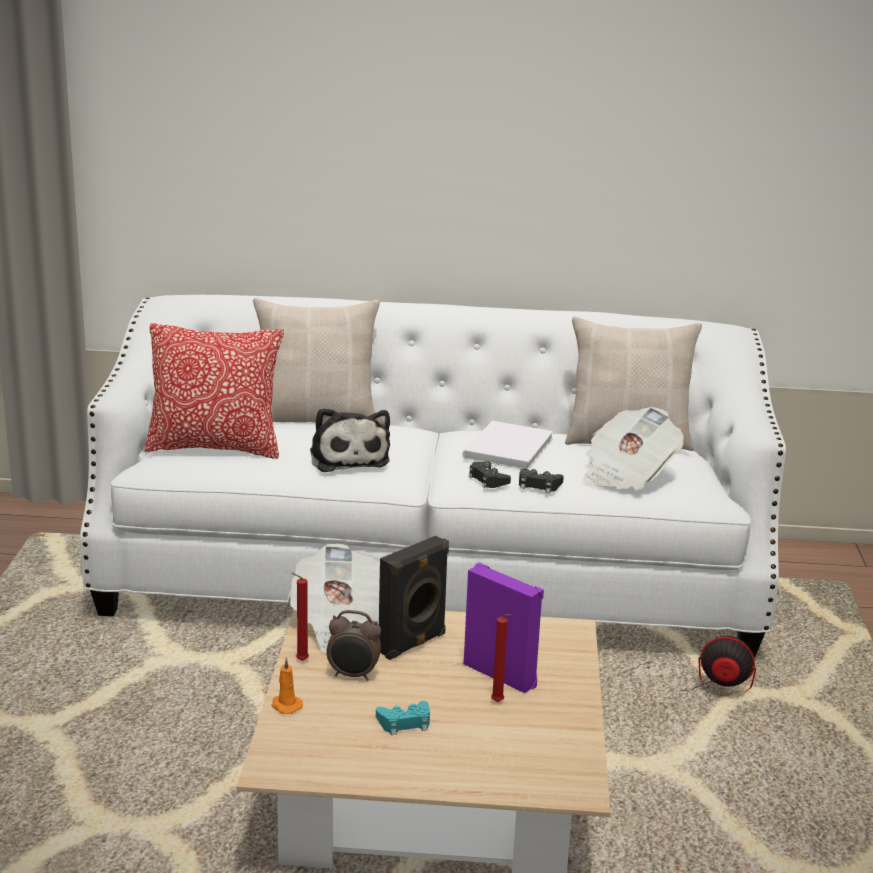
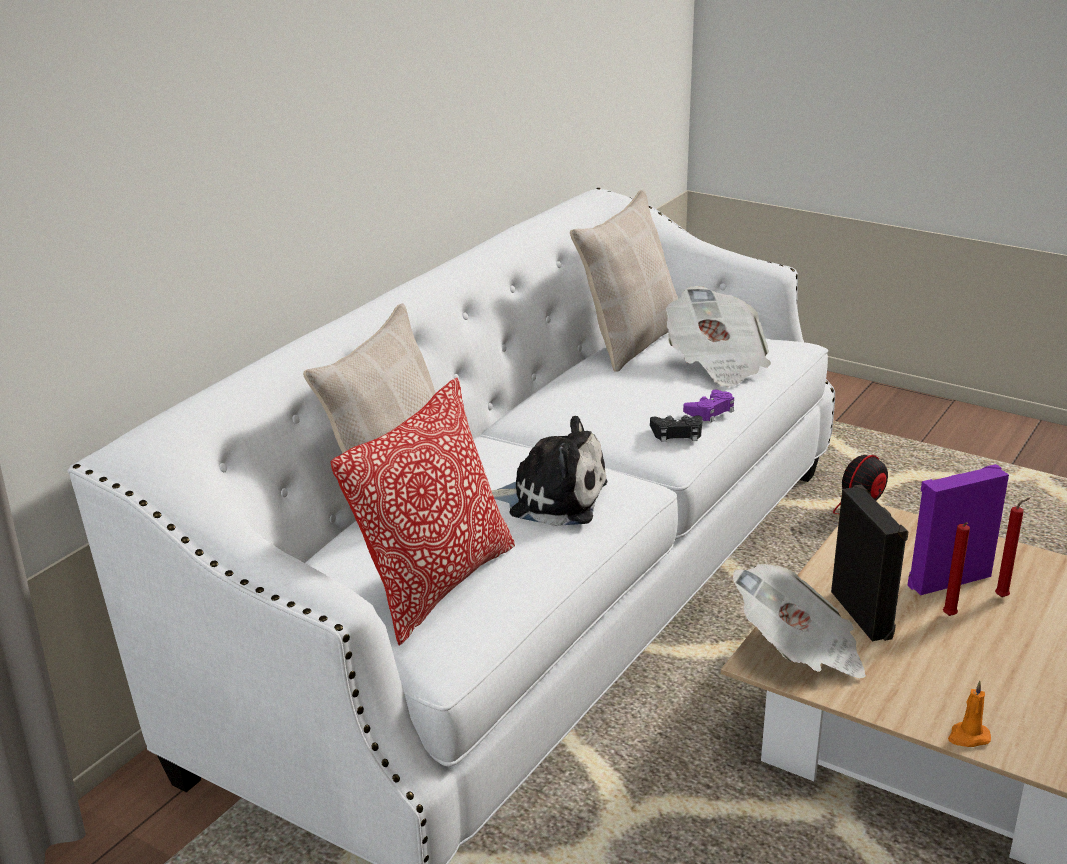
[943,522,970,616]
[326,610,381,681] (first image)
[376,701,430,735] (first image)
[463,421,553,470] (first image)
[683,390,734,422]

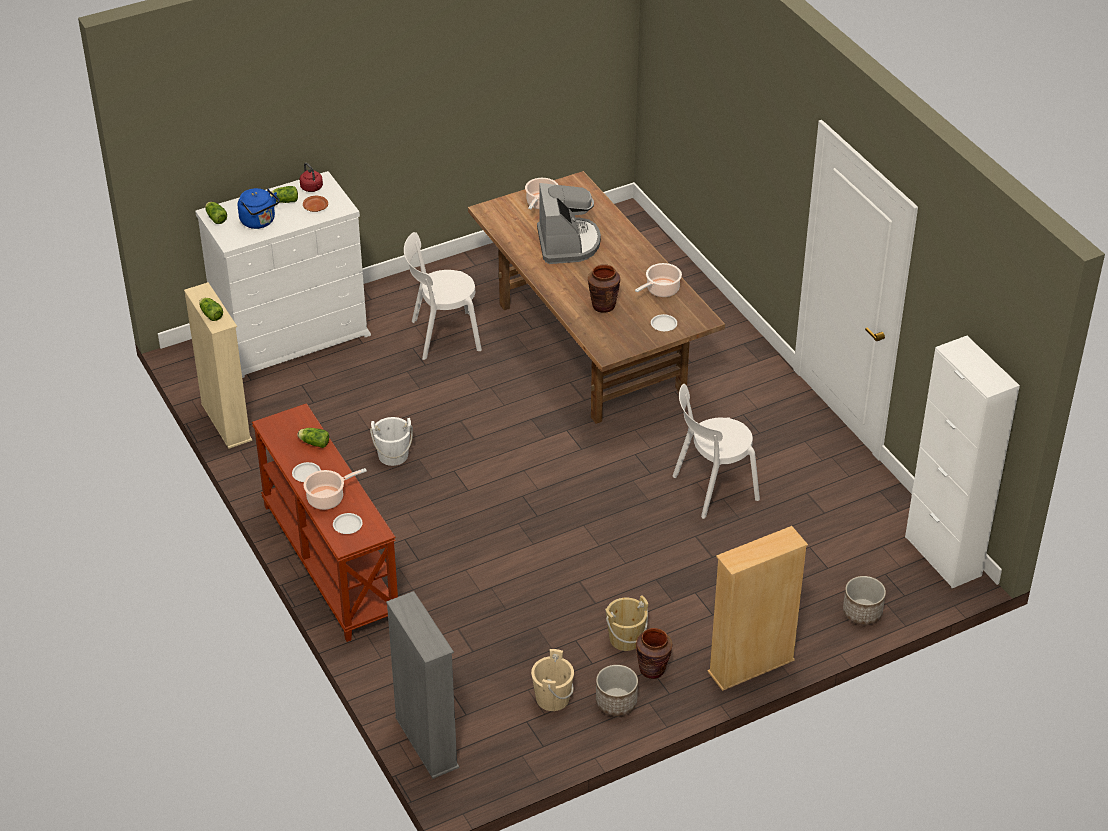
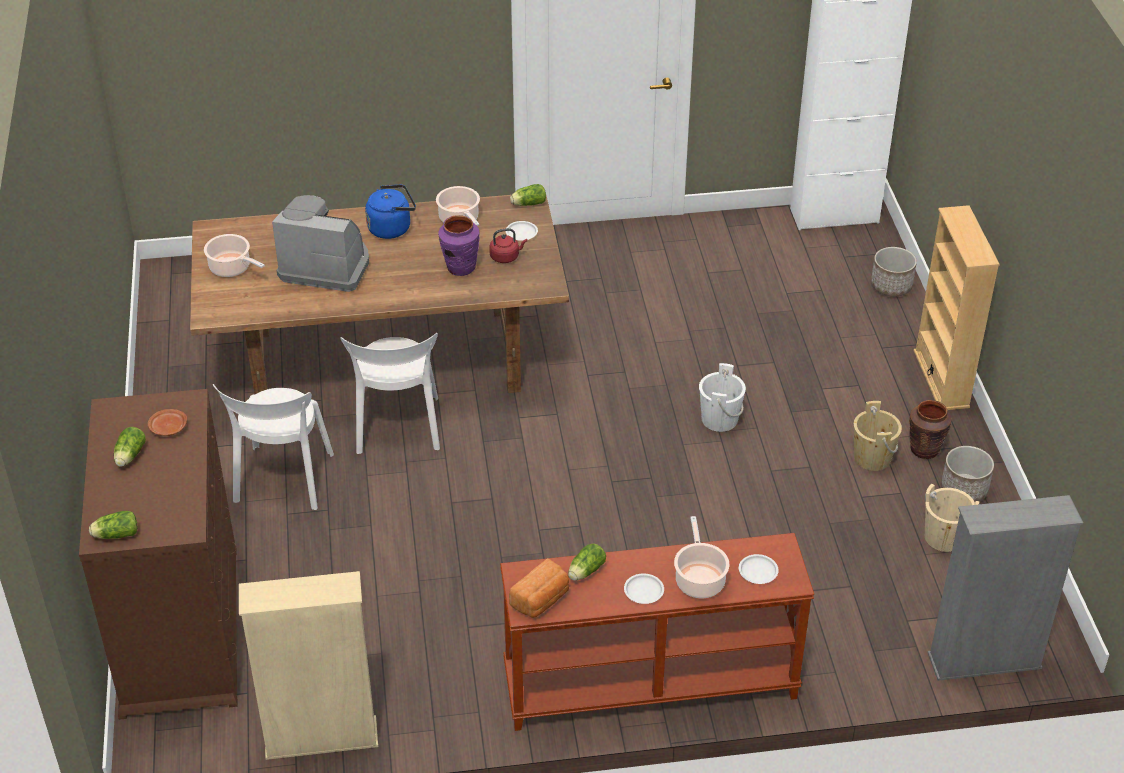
[79,389,237,720]
[510,184,546,206]
[365,185,416,239]
[489,228,527,263]
[699,363,746,432]
[438,215,480,276]
[340,333,440,454]
[509,558,569,618]

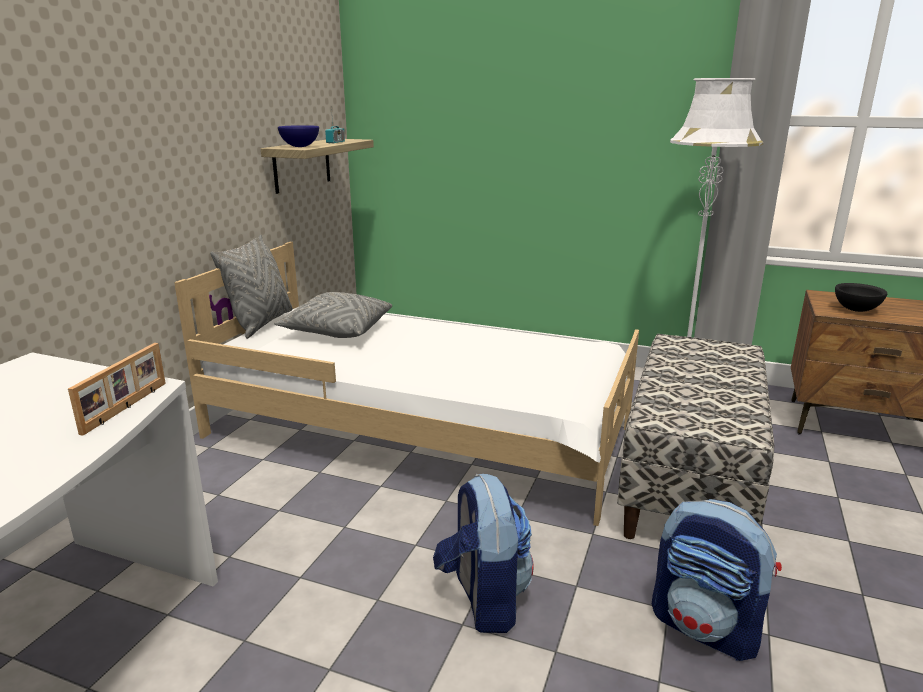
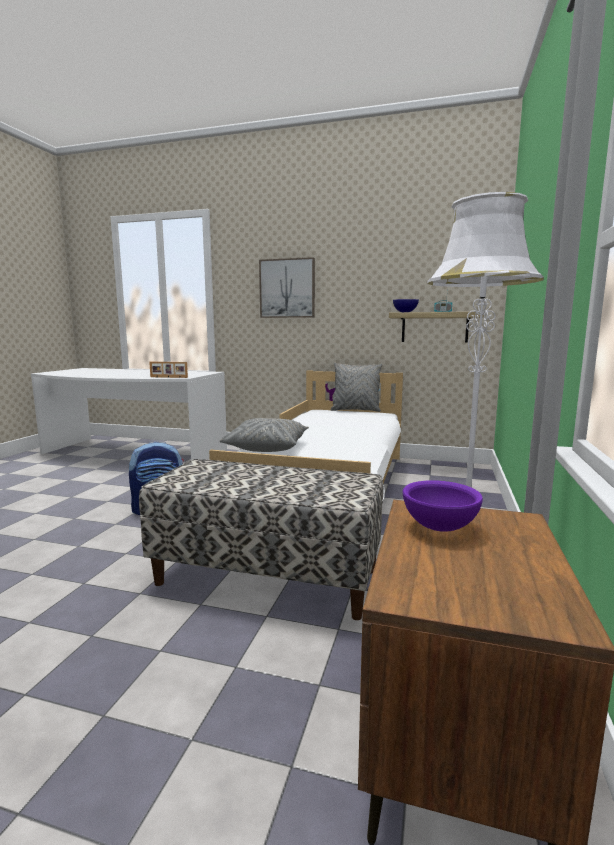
[220,418,309,452]
[652,499,782,661] (first image)
[403,480,483,532]
[259,257,315,318]

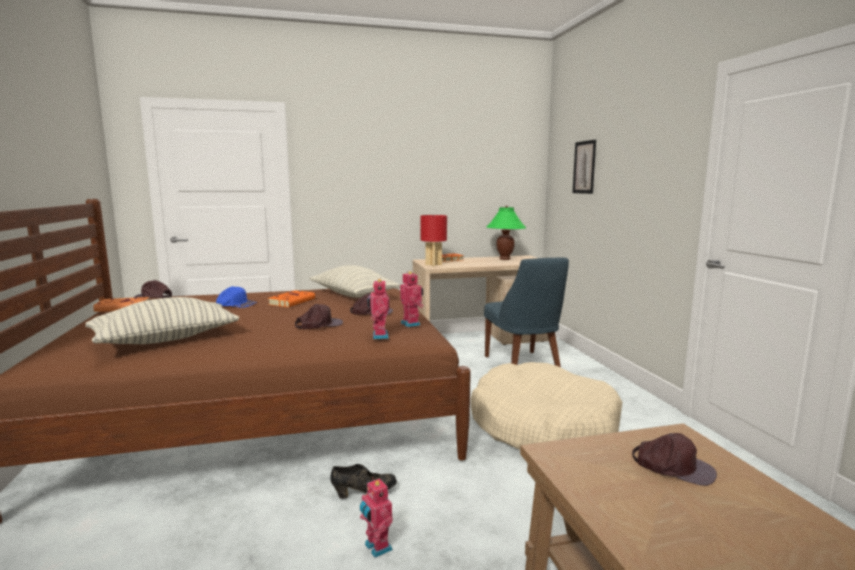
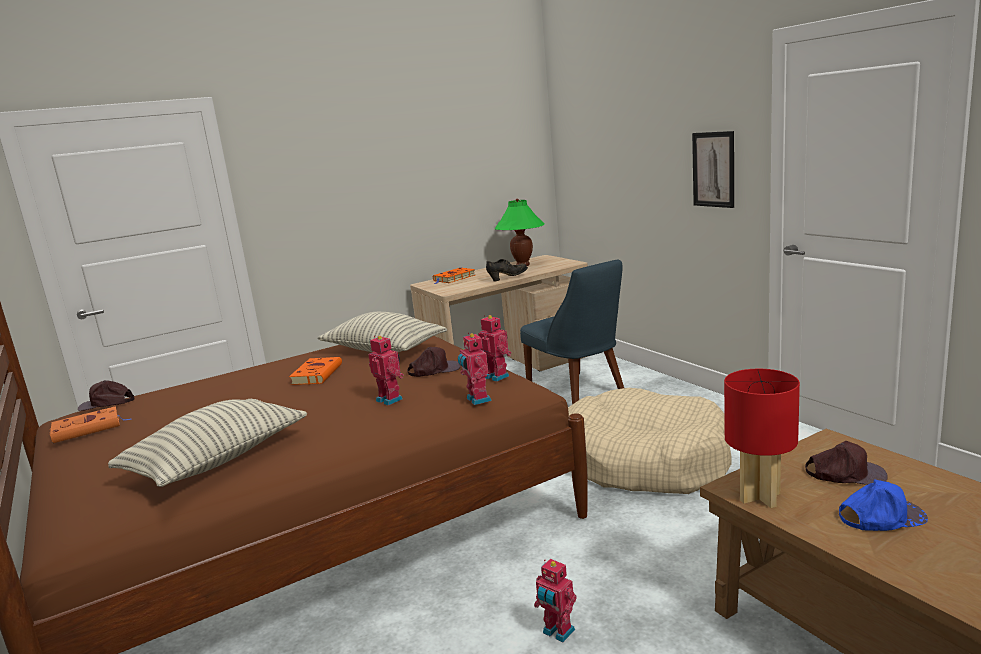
[839,479,928,531]
[368,336,404,406]
[486,259,528,282]
[724,369,800,508]
[692,131,734,208]

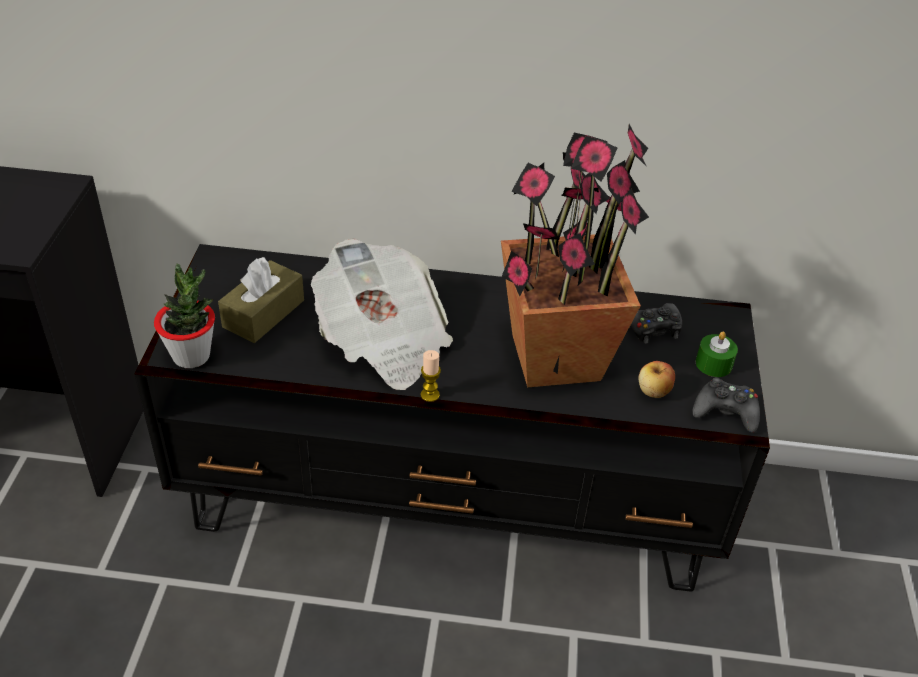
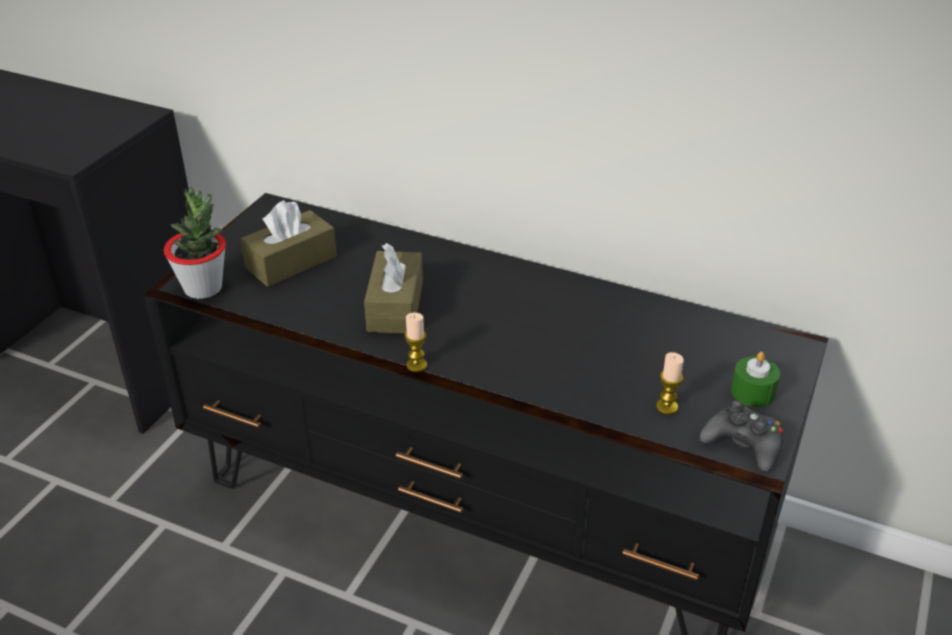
[364,243,423,334]
[501,124,649,387] (first image)
[630,303,682,344] (first image)
[656,352,684,415]

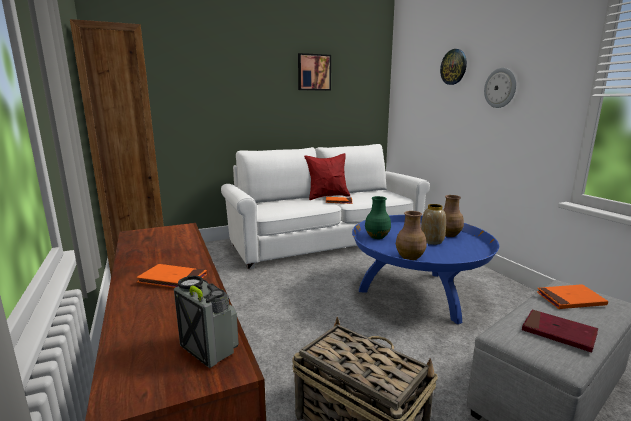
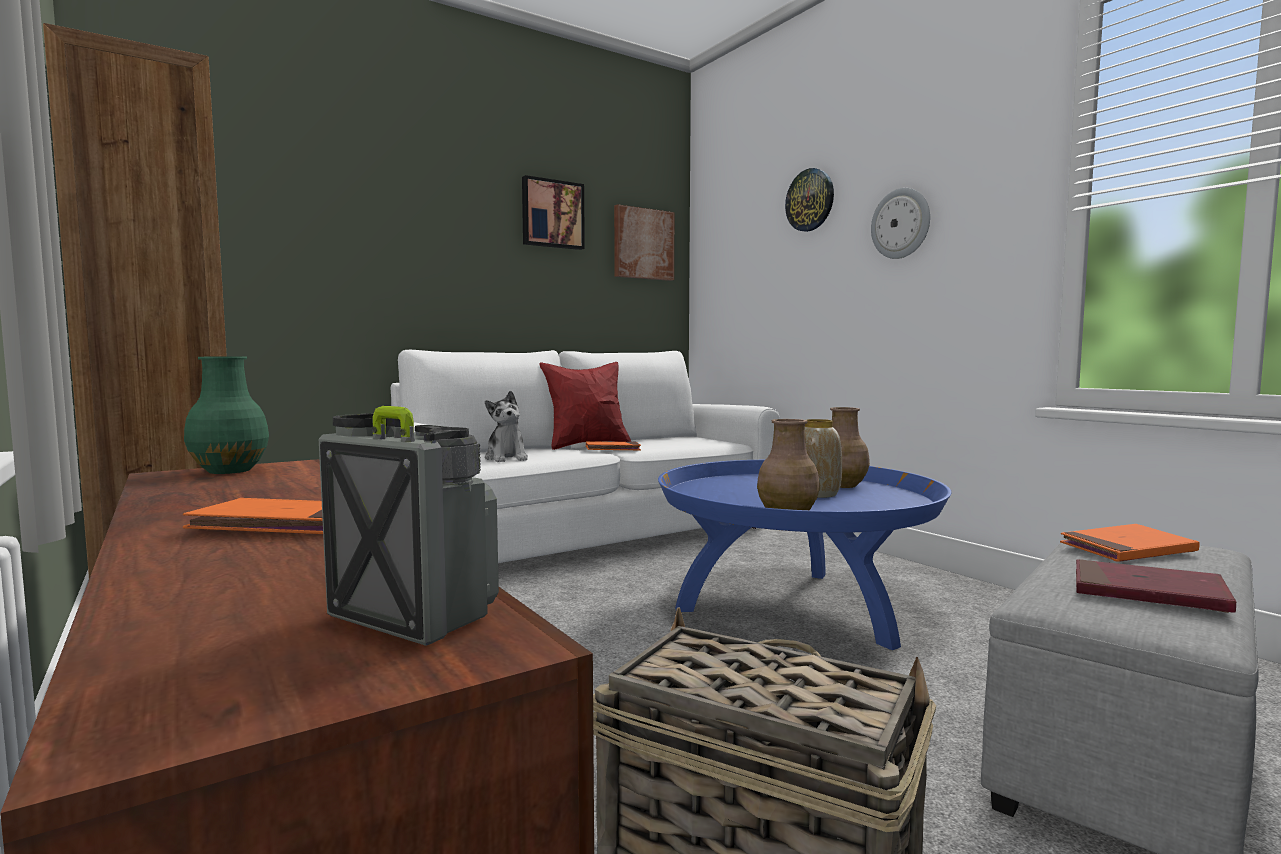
[184,357,269,474]
[485,391,528,462]
[614,204,674,281]

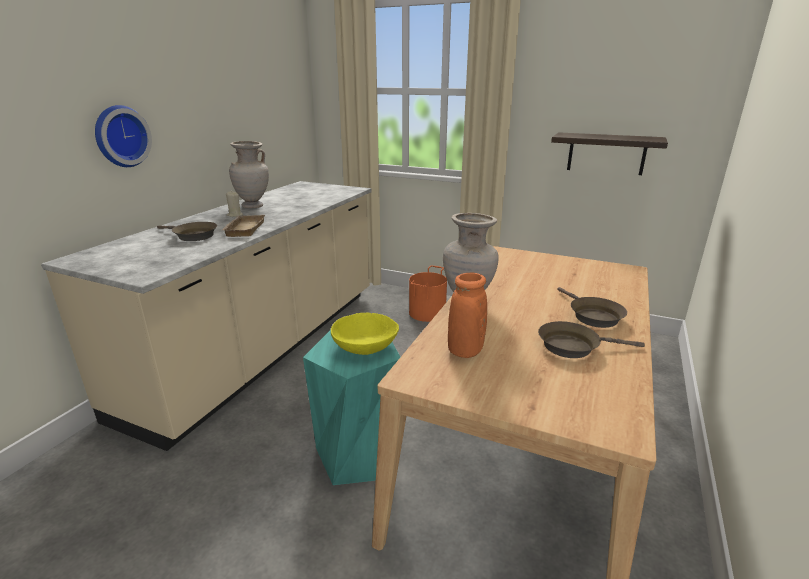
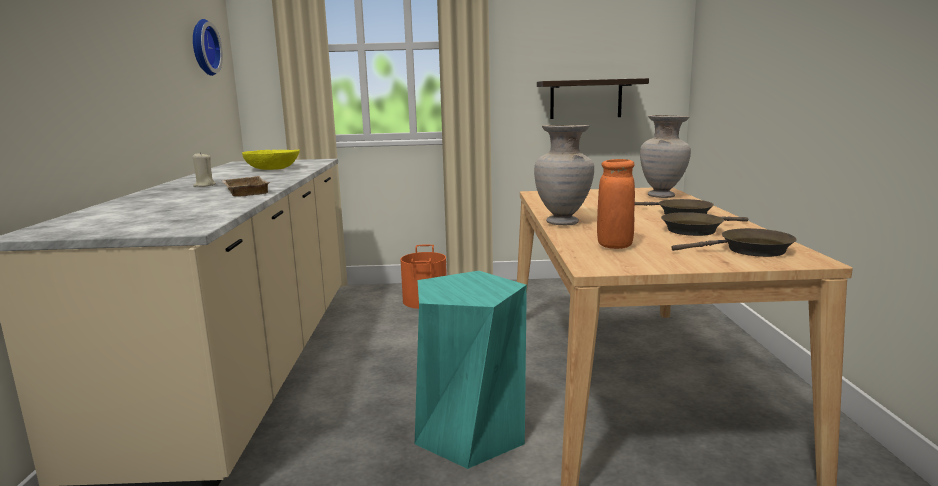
[193,19,223,76]
[672,228,797,257]
[640,115,691,198]
[242,149,300,170]

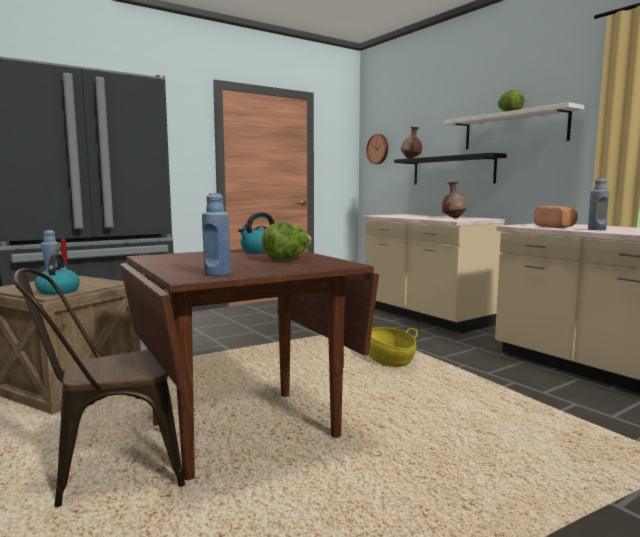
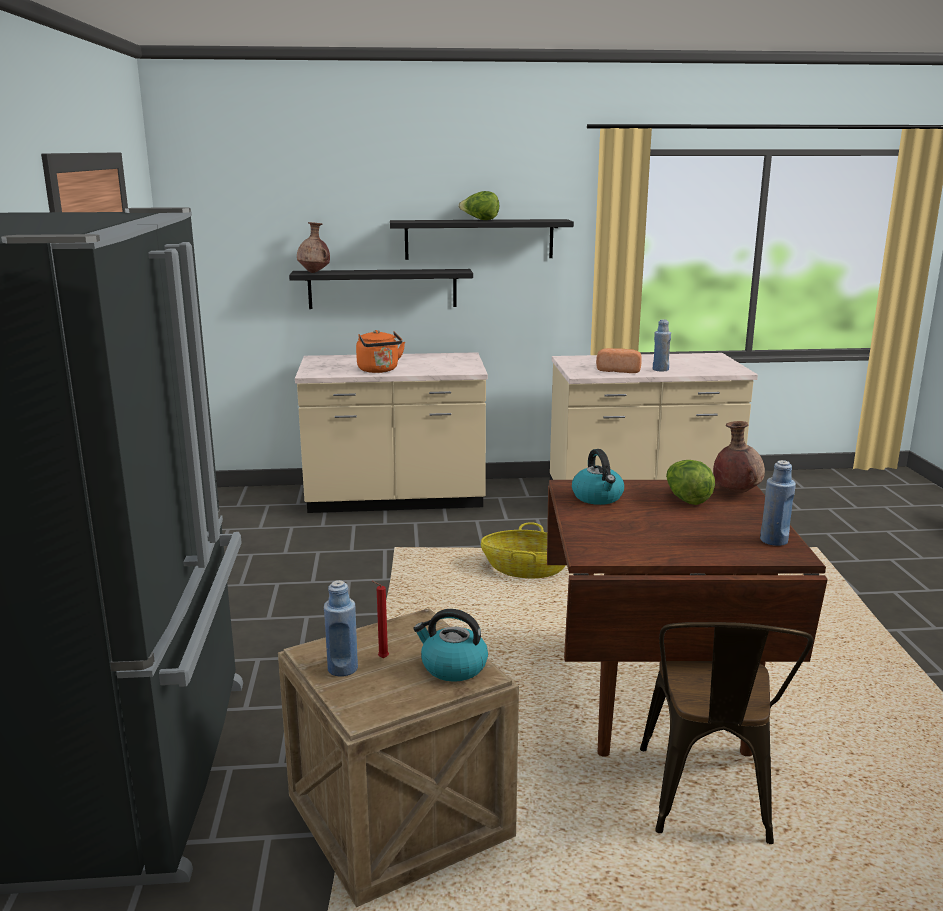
[366,134,388,164] (first image)
[713,421,765,493]
[390,219,574,260]
[356,330,405,373]

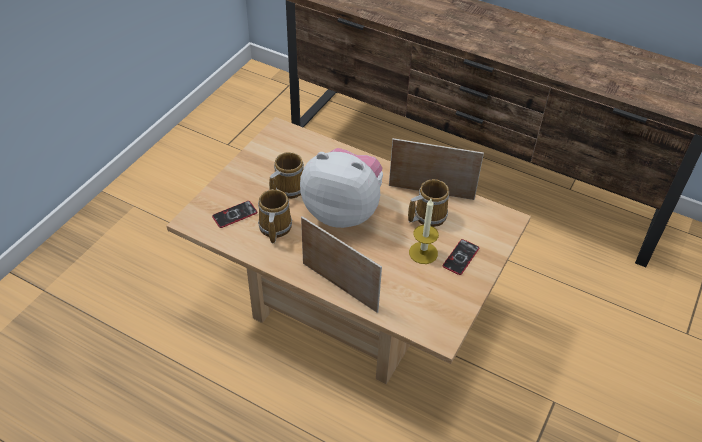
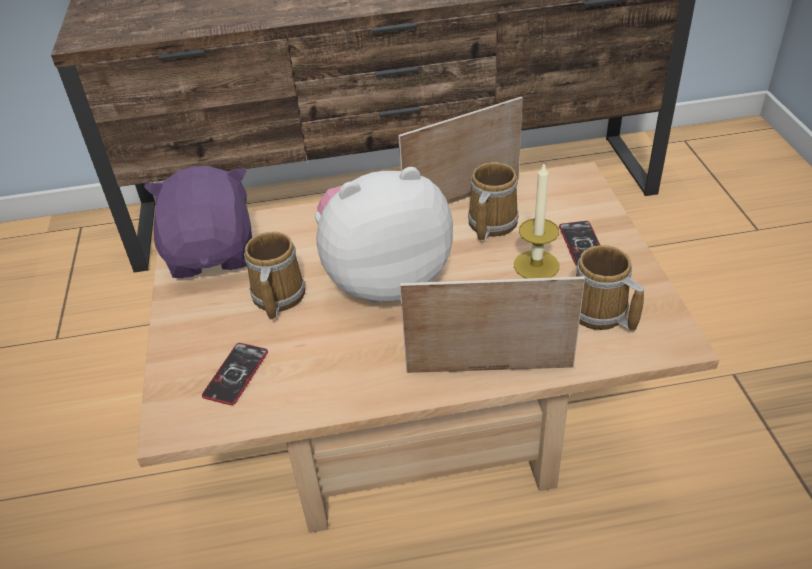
[576,245,644,331]
[144,166,252,278]

